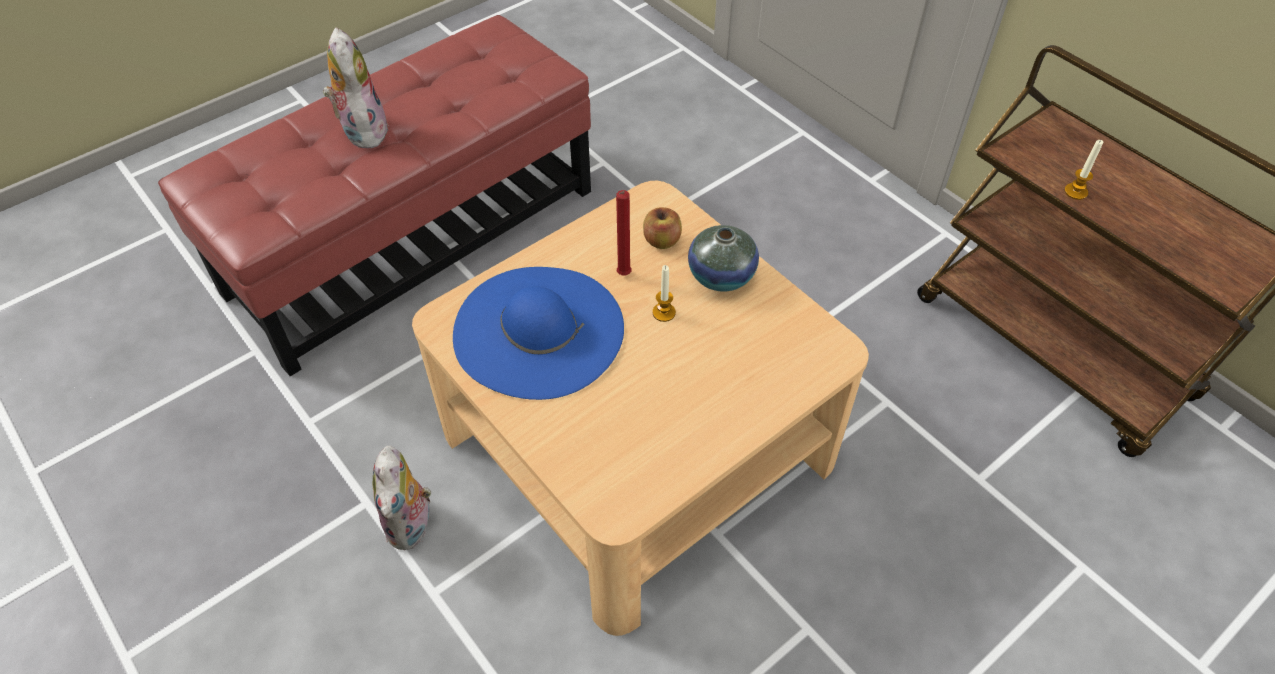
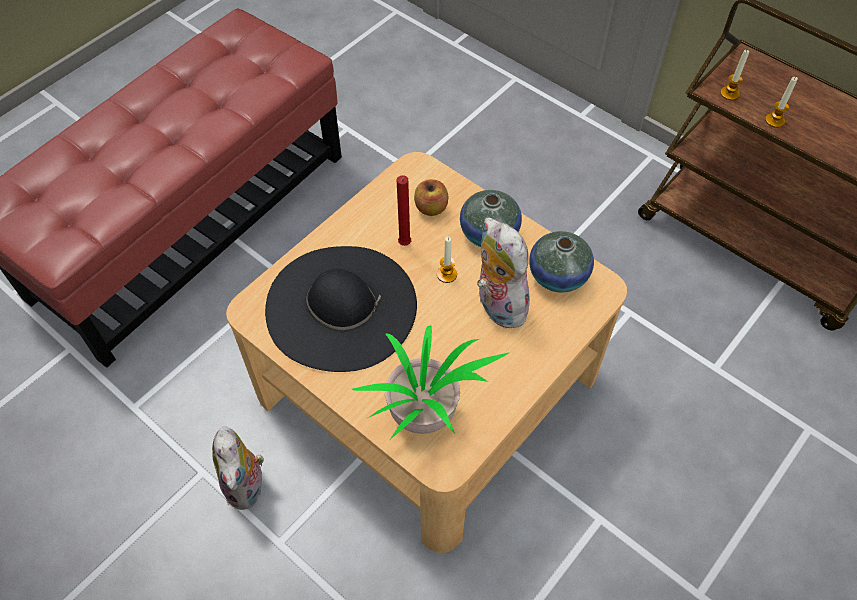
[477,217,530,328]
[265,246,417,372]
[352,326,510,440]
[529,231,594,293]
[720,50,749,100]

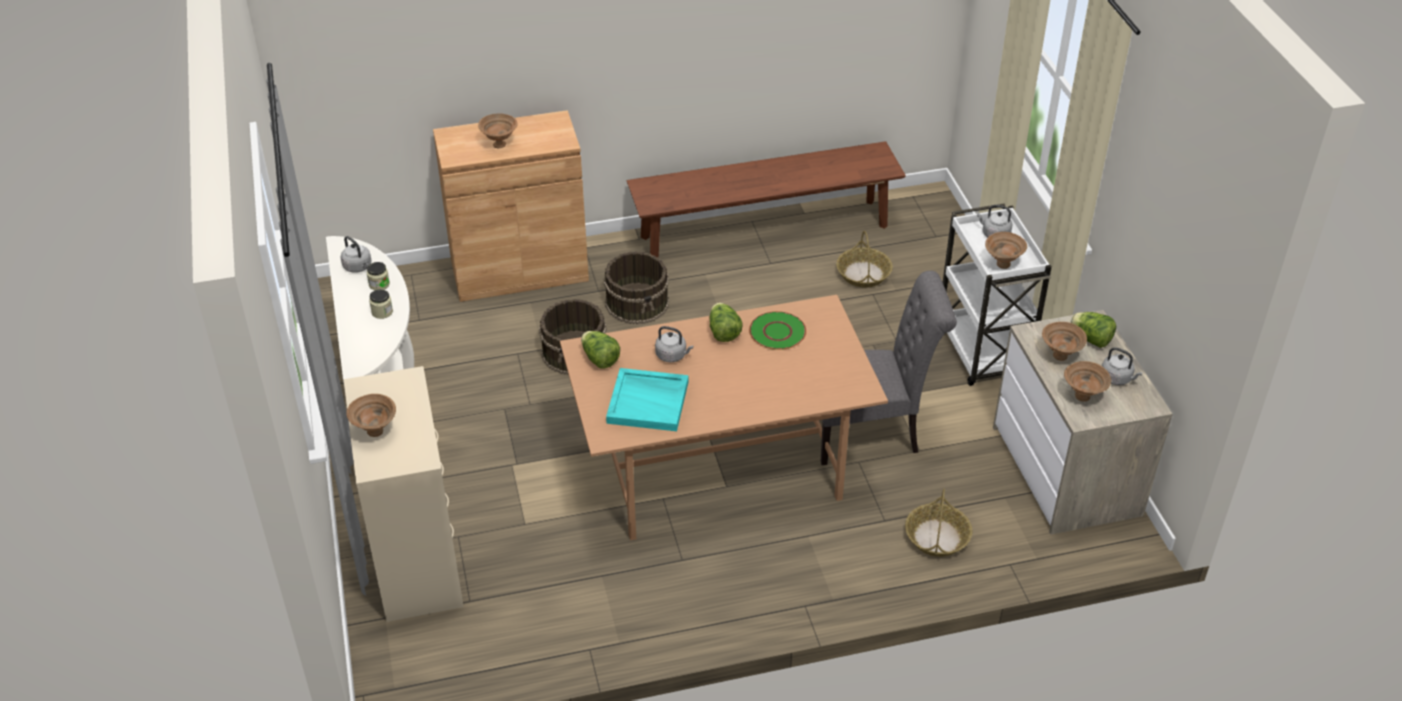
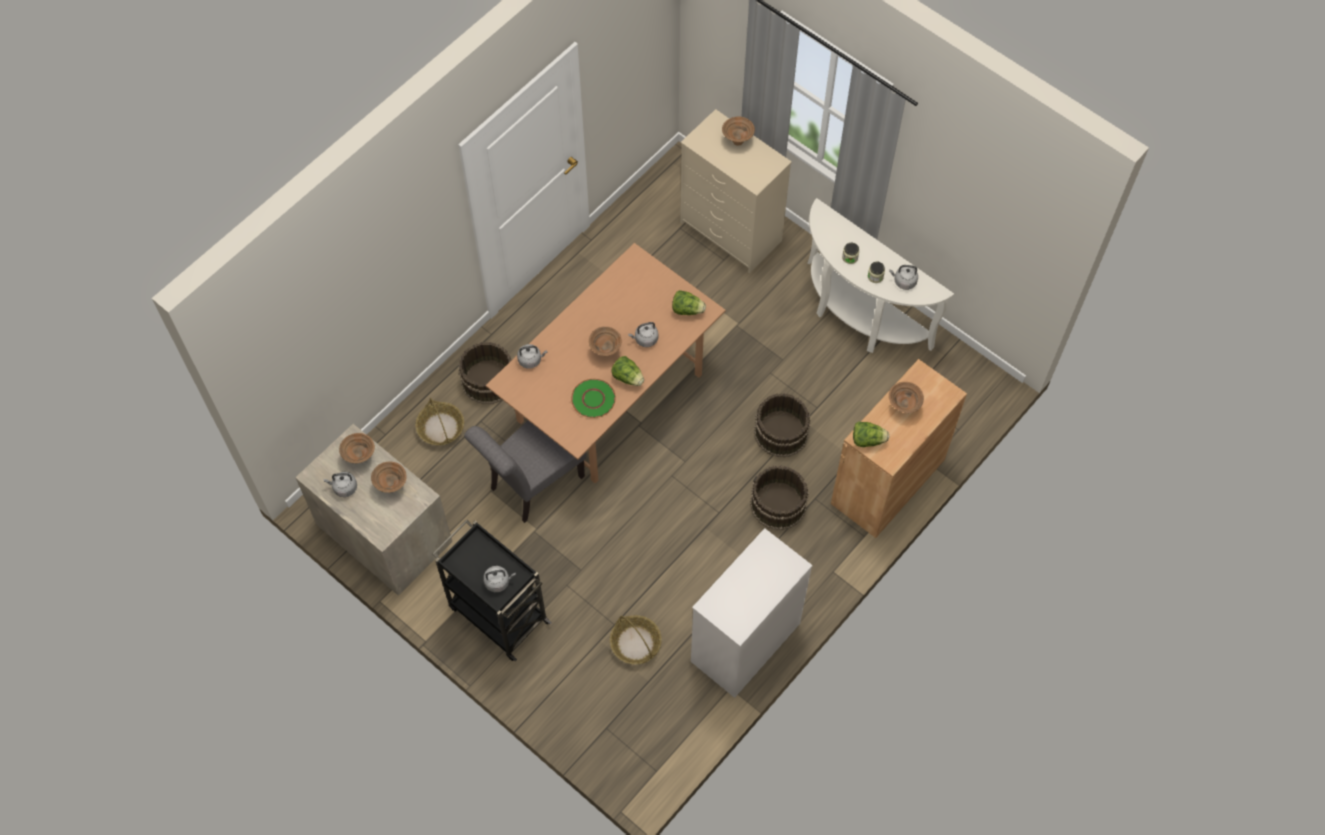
[606,368,688,431] (first image)
[691,528,813,698]
[432,520,552,661]
[589,327,622,356]
[853,421,889,447]
[459,342,512,404]
[517,344,548,369]

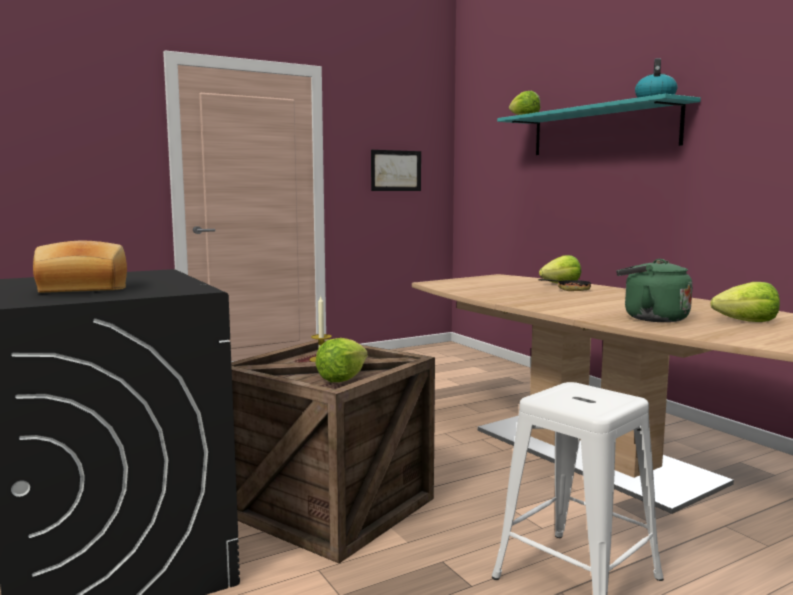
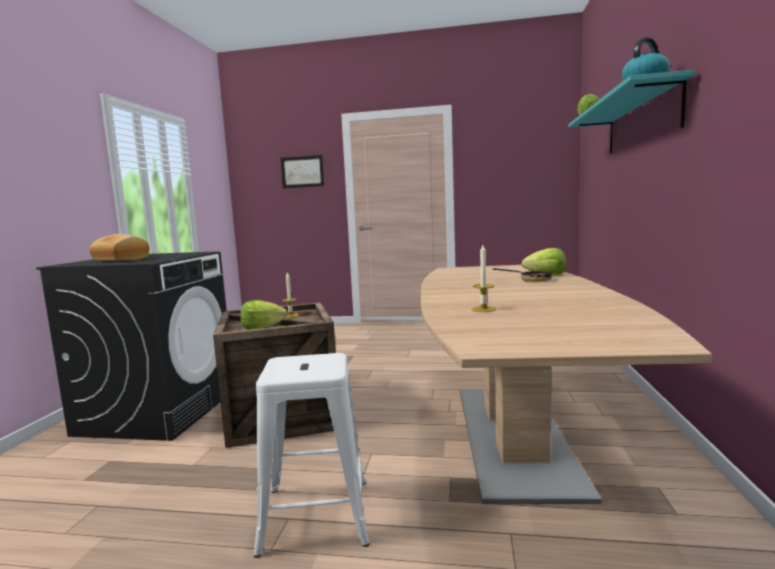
[280,155,324,188]
[471,245,496,312]
[710,282,780,322] (first image)

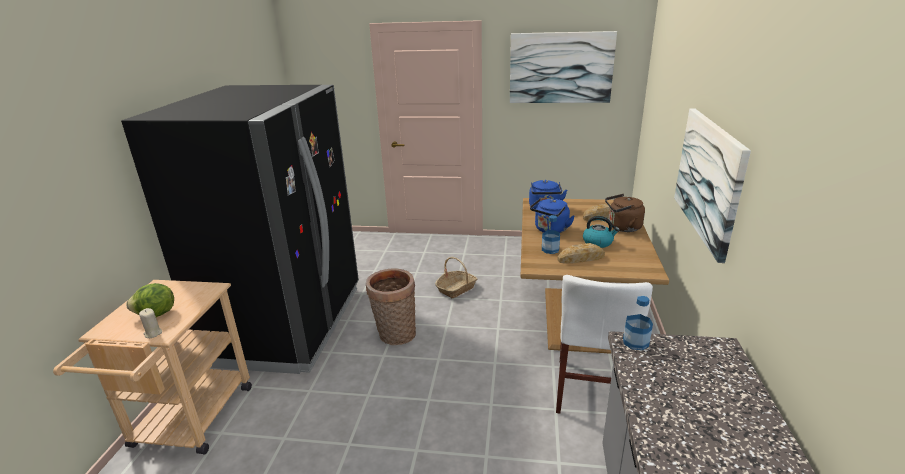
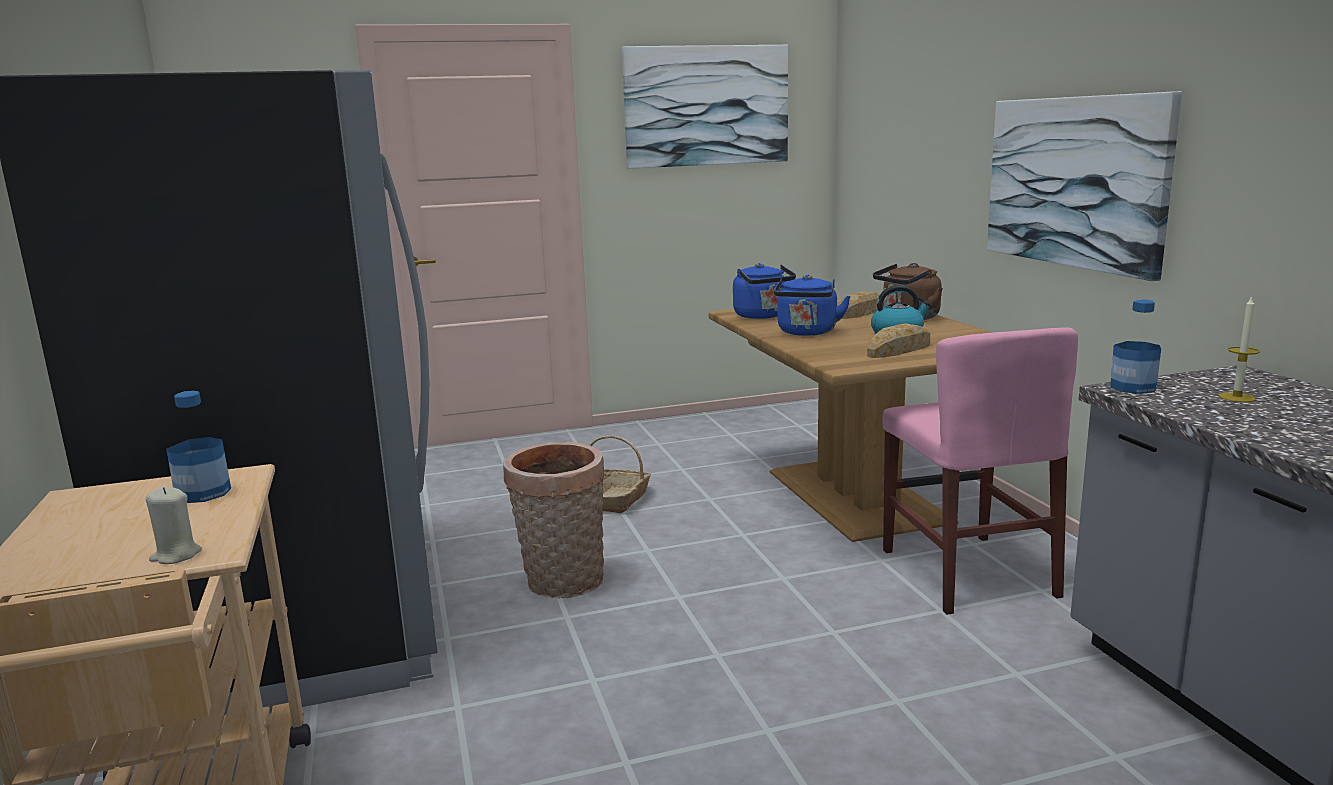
[126,283,174,317] (first image)
[166,391,231,503]
[883,327,1078,615]
[1219,295,1260,402]

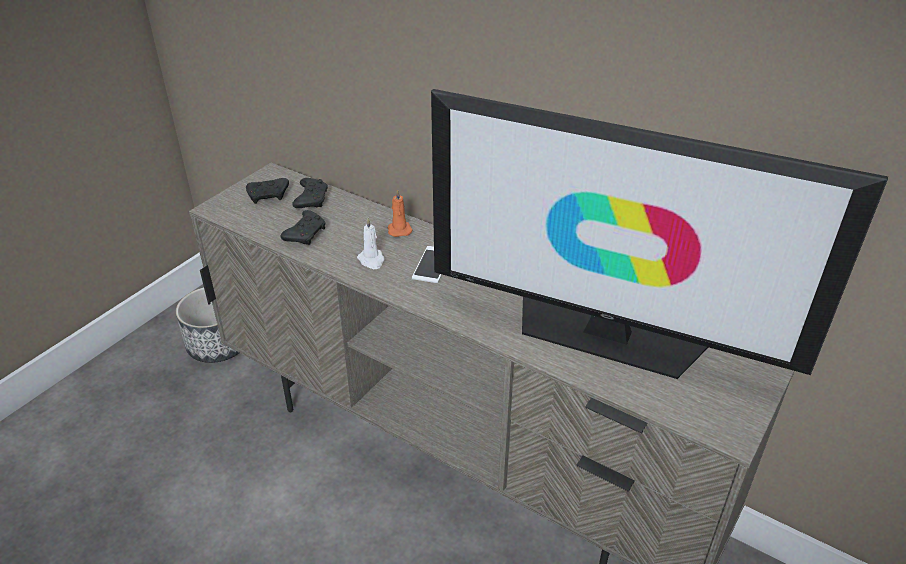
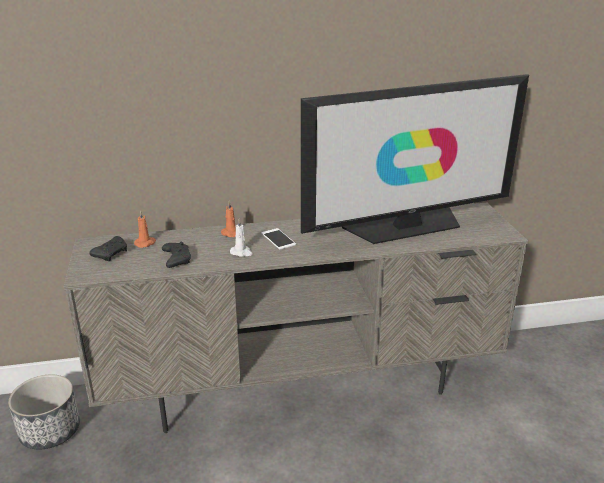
[134,210,156,248]

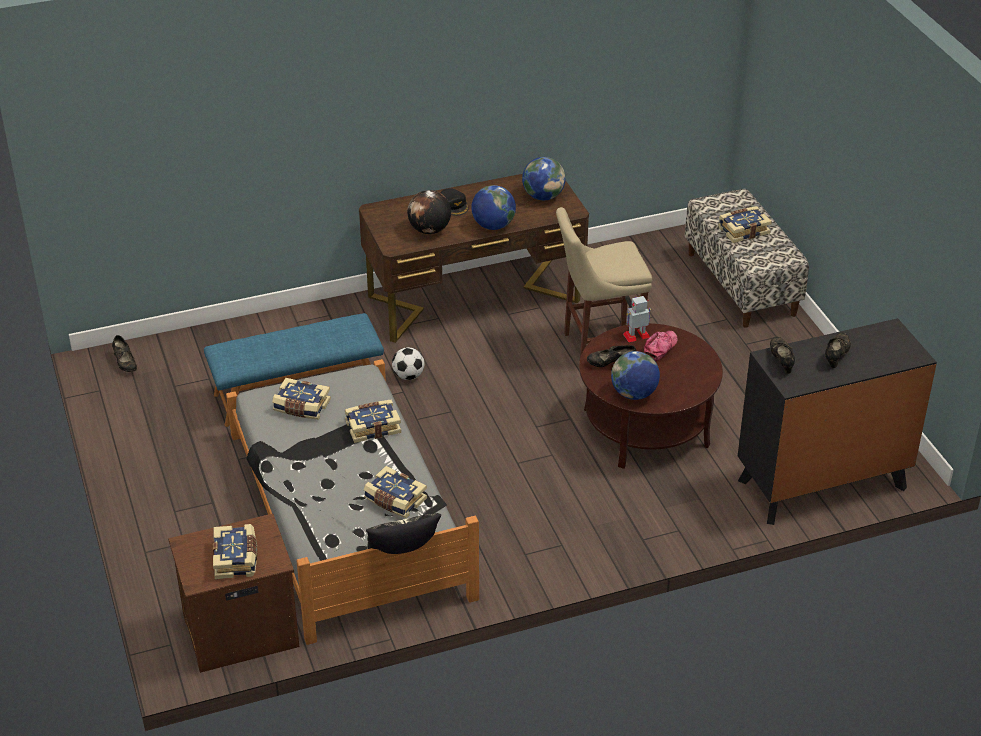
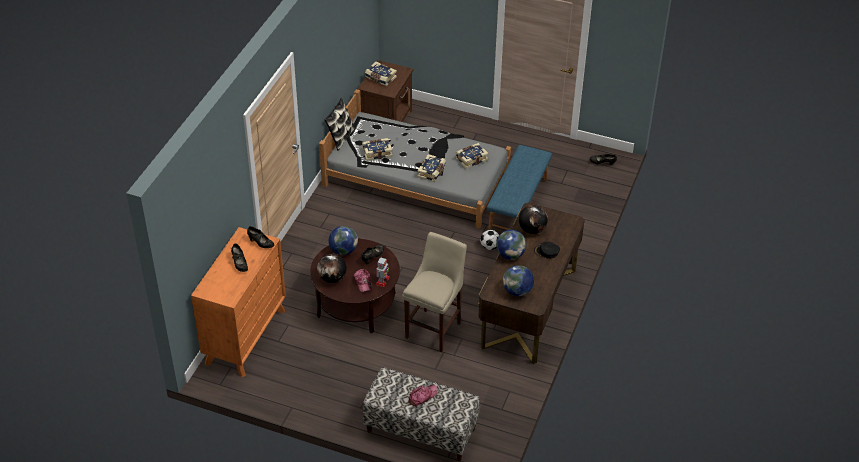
[408,385,438,406]
[191,227,286,377]
[317,254,347,283]

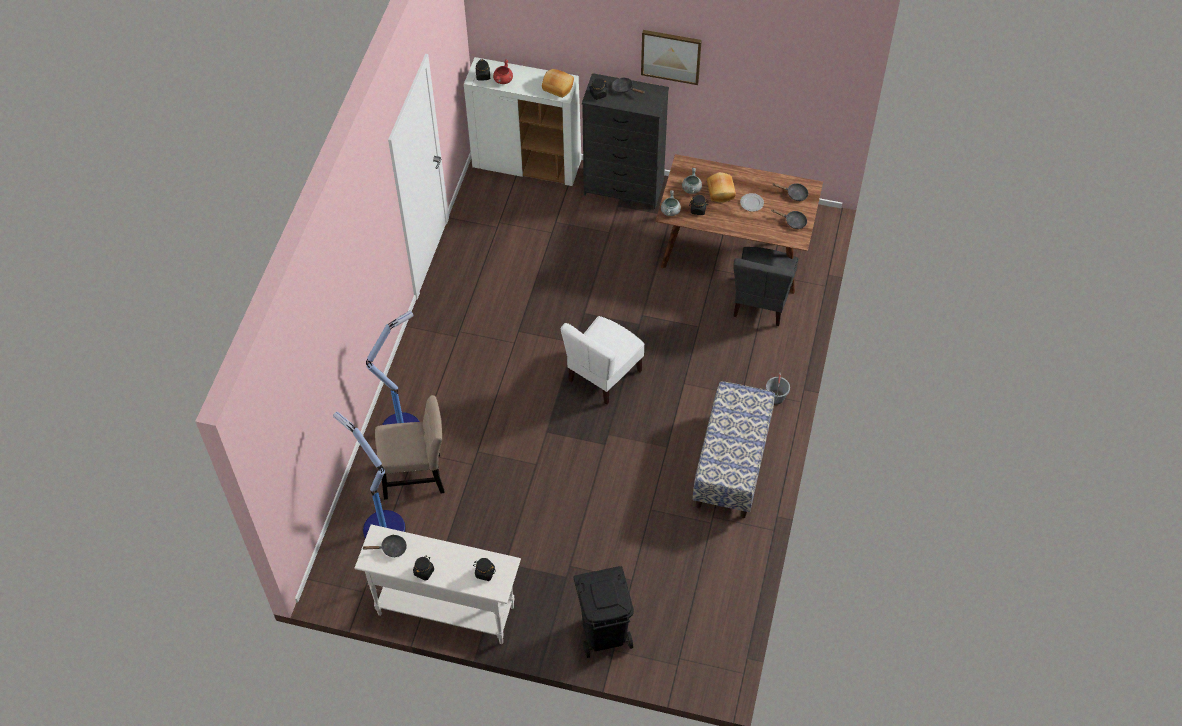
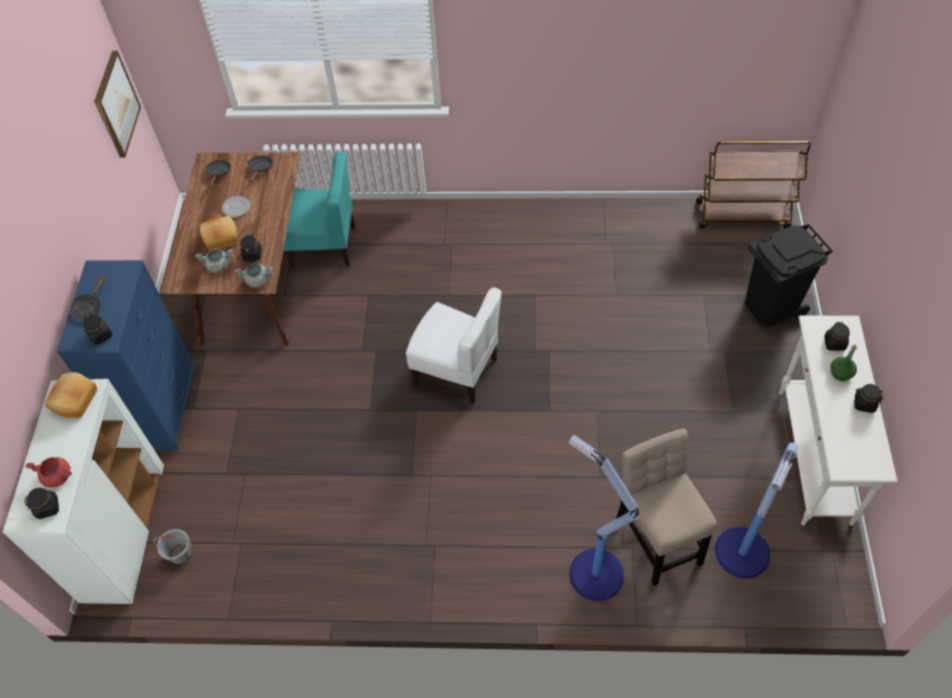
[362,535,407,557] (first image)
[57,260,196,451]
[94,51,141,157]
[693,381,775,518] (first image)
[283,152,355,269]
[154,529,192,564]
[696,141,811,229]
[830,345,857,381]

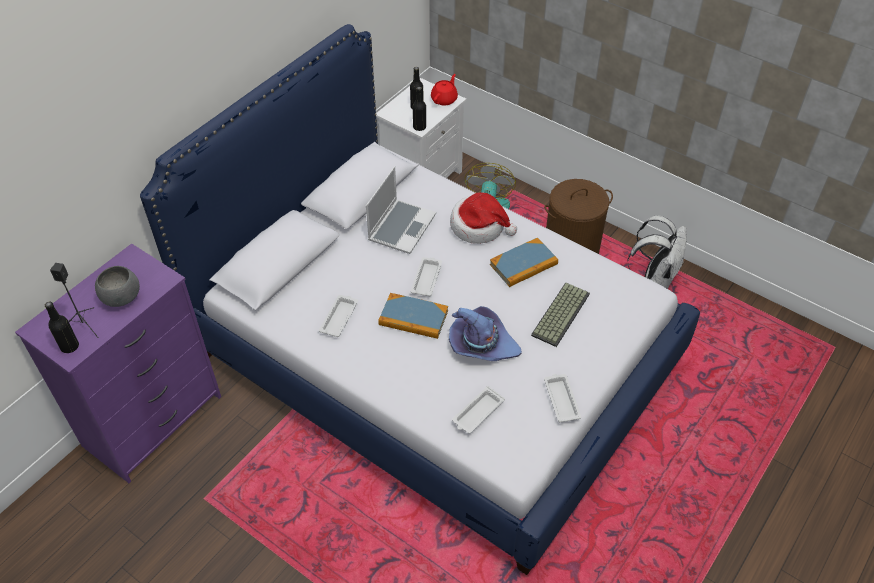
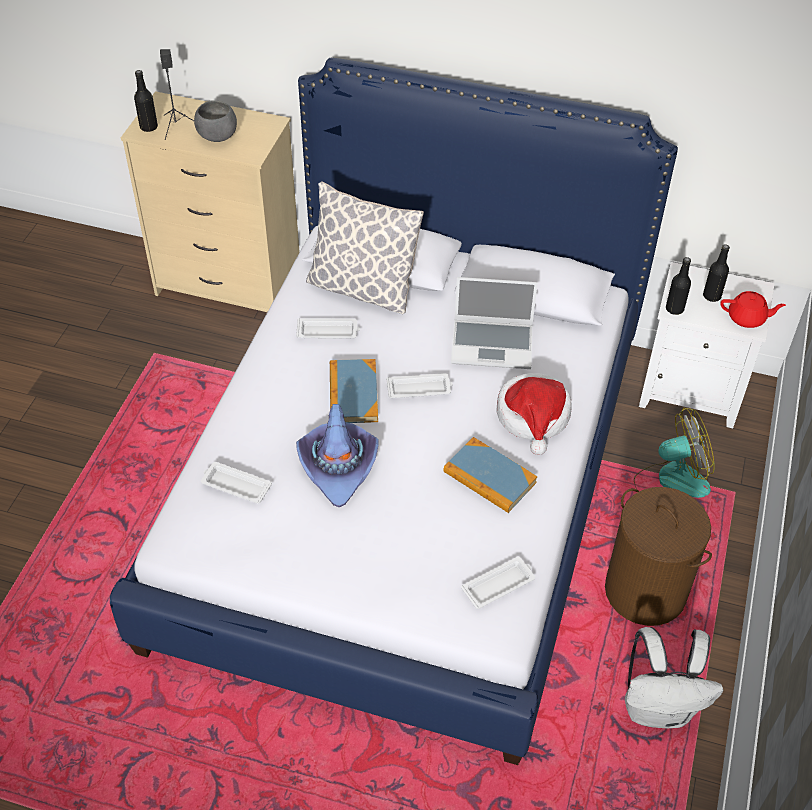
[121,91,300,312]
[531,283,590,347] (first image)
[461,557,535,609]
[306,181,424,314]

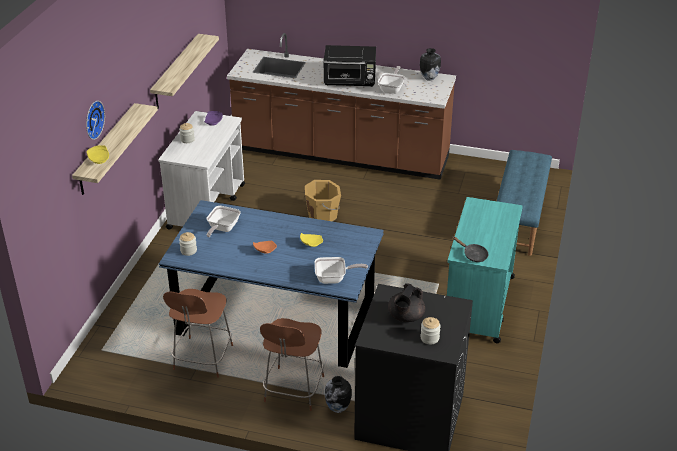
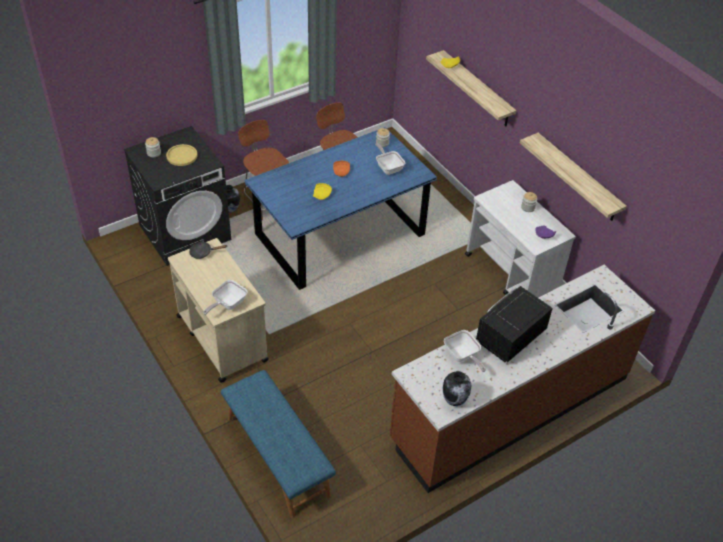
[86,101,105,140] (first image)
[305,180,341,221] (first image)
[203,280,248,315]
[166,144,197,166]
[168,238,269,383]

